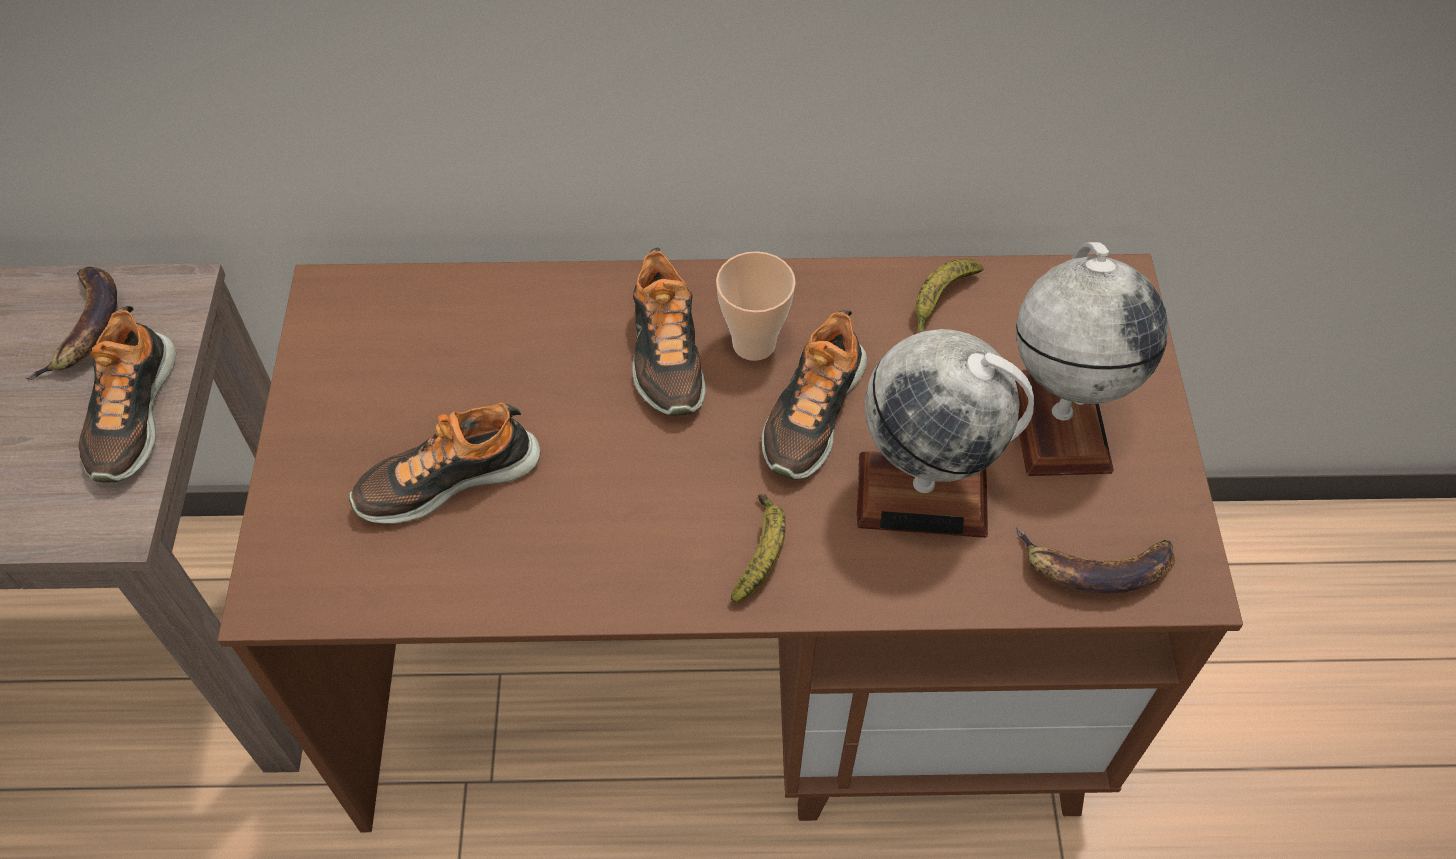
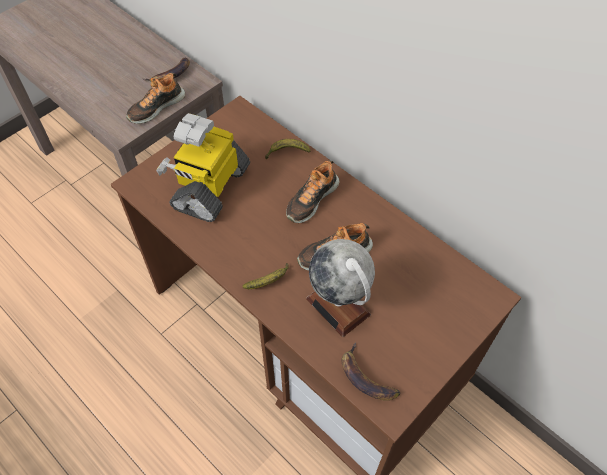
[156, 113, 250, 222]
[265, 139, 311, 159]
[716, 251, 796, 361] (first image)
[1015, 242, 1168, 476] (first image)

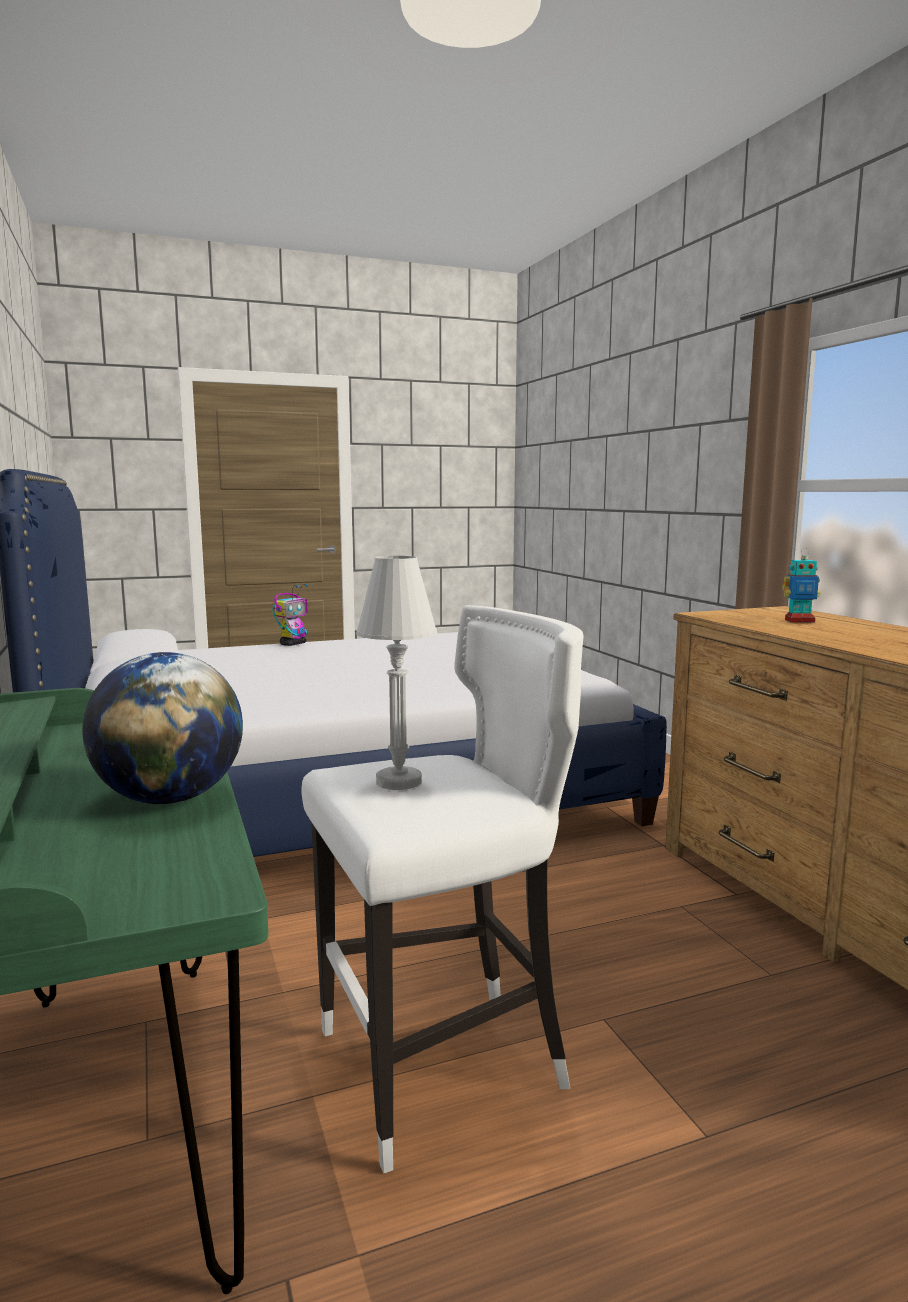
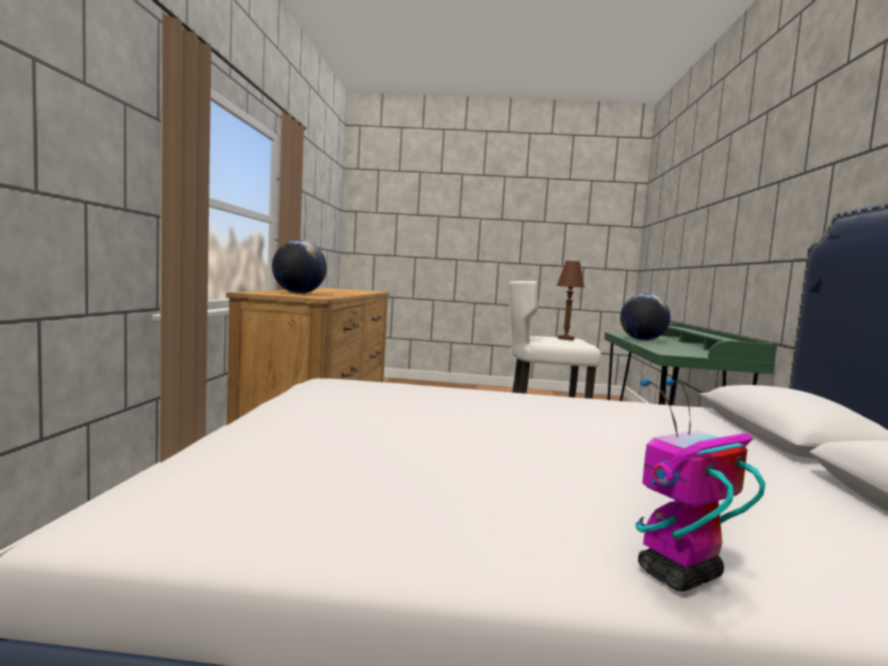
[272, 240, 327, 294]
[557, 261, 585, 340]

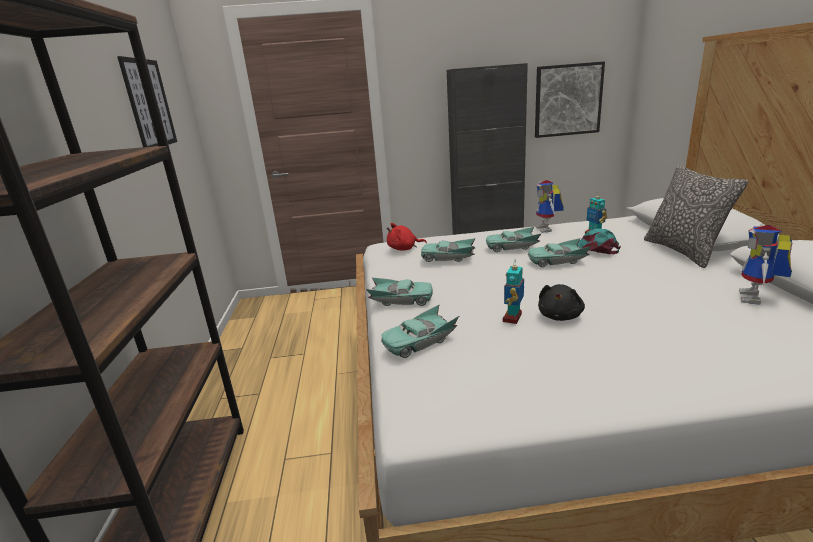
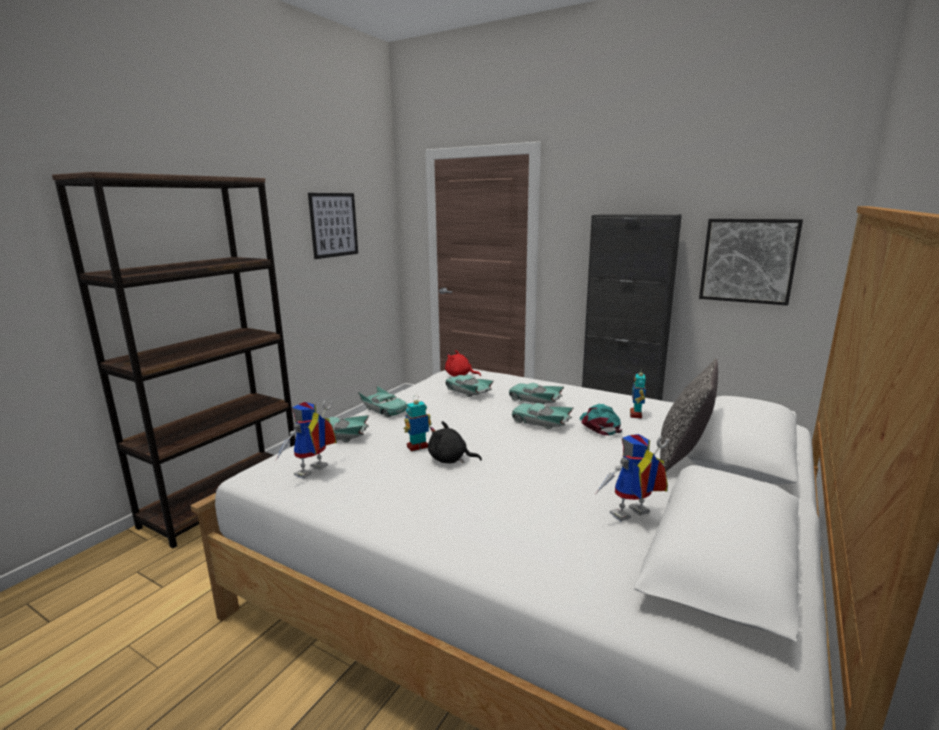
[276, 400, 337, 478]
[428, 421, 482, 464]

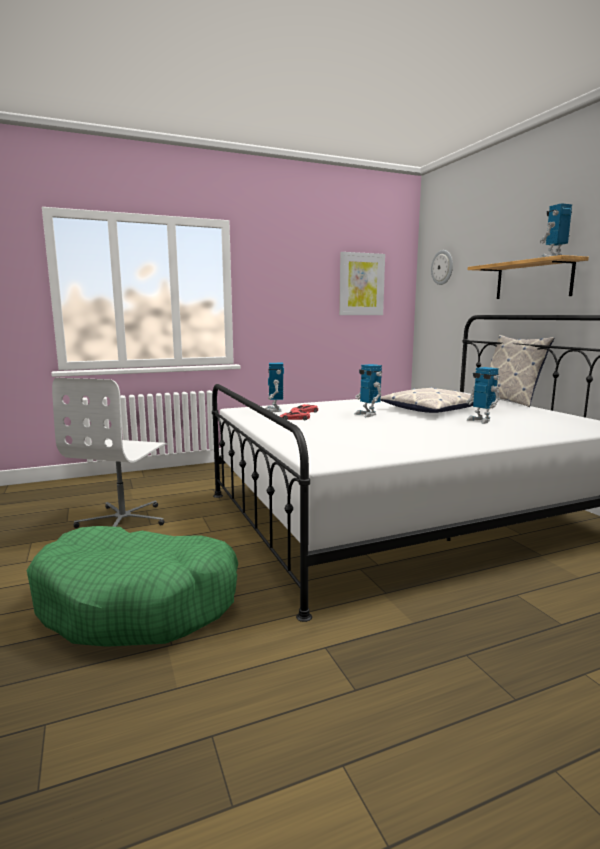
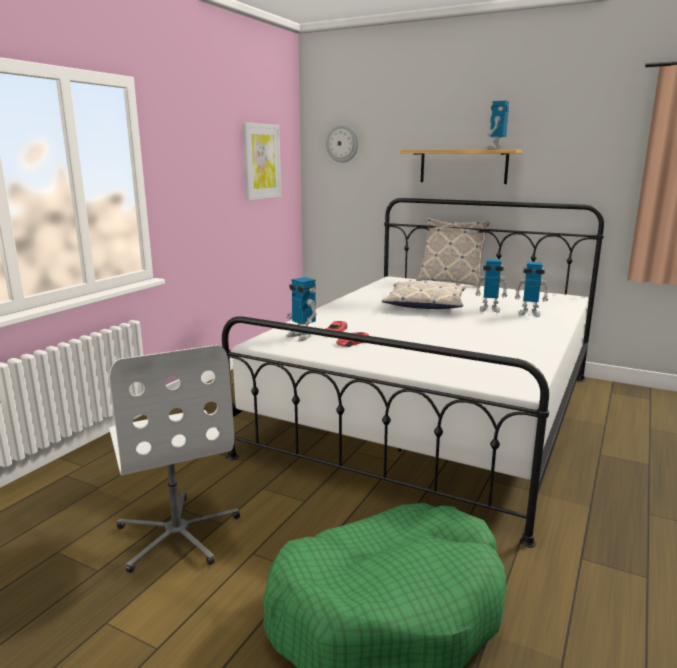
[515, 261, 549, 317]

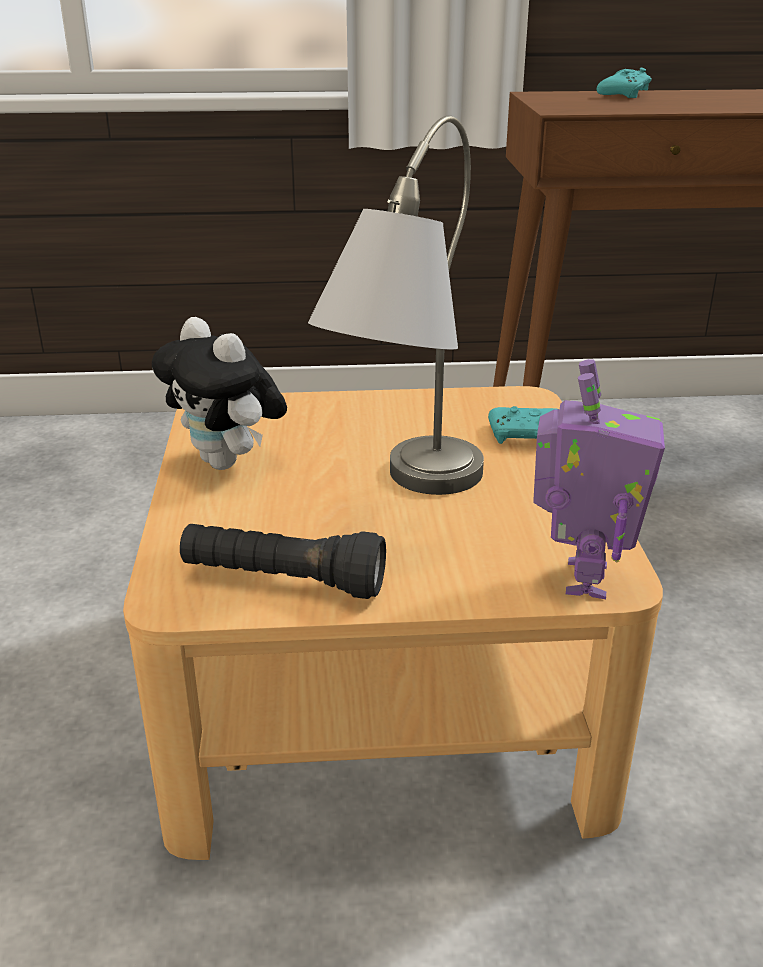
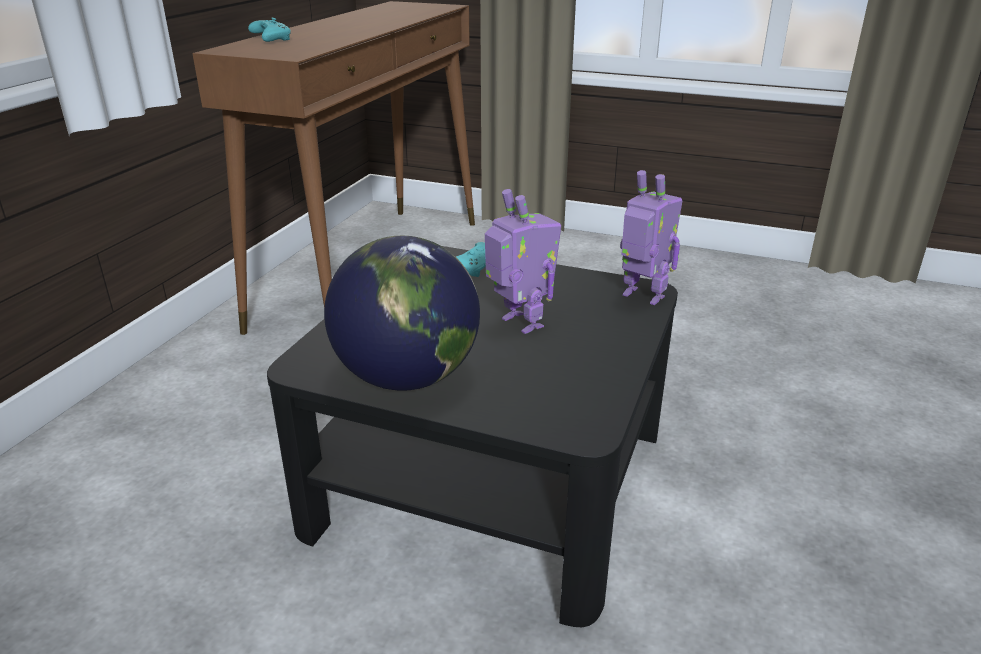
[267, 246, 678, 627]
[324, 236, 480, 391]
[485, 189, 561, 334]
[180, 524, 386, 599] (first image)

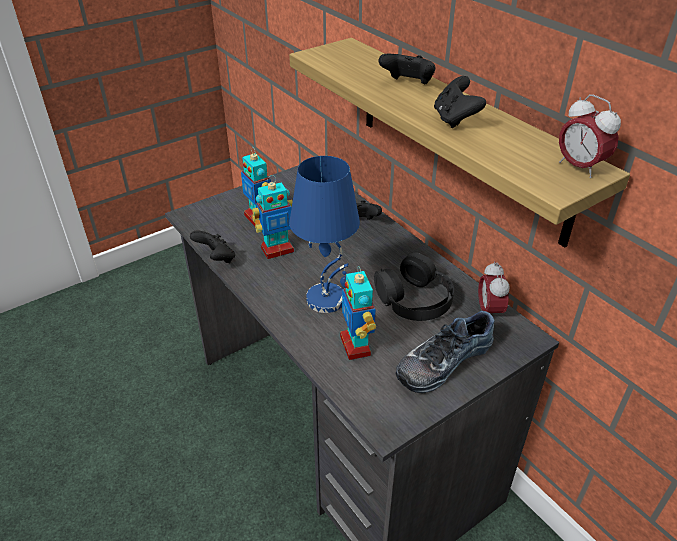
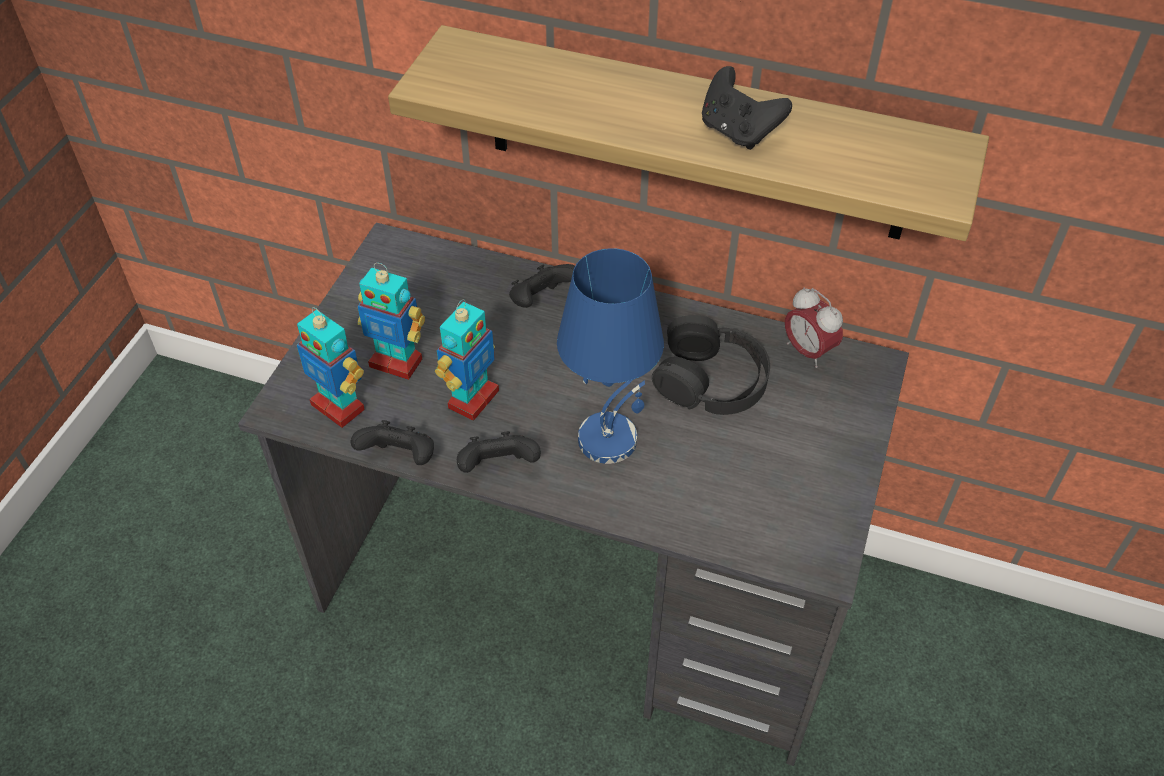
[297, 307, 365, 428]
[457, 431, 541, 473]
[396, 311, 495, 393] (first image)
[559, 94, 621, 178] (first image)

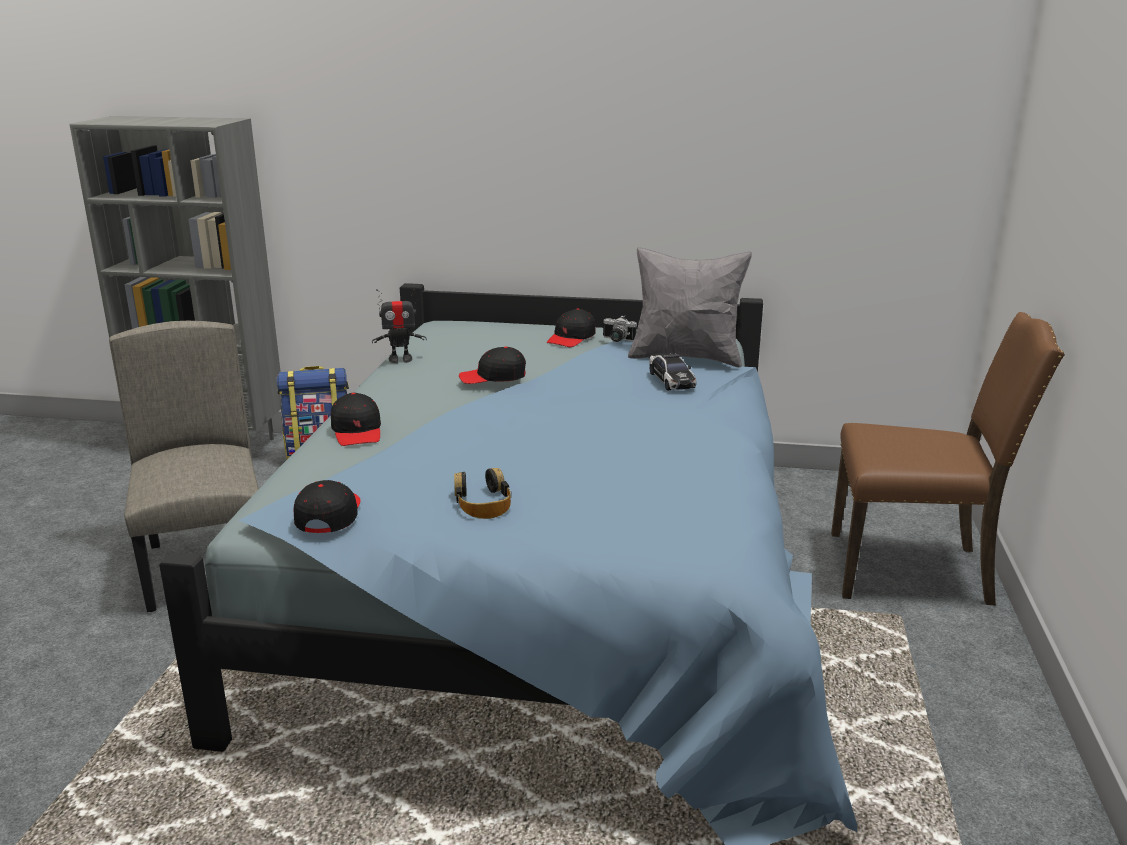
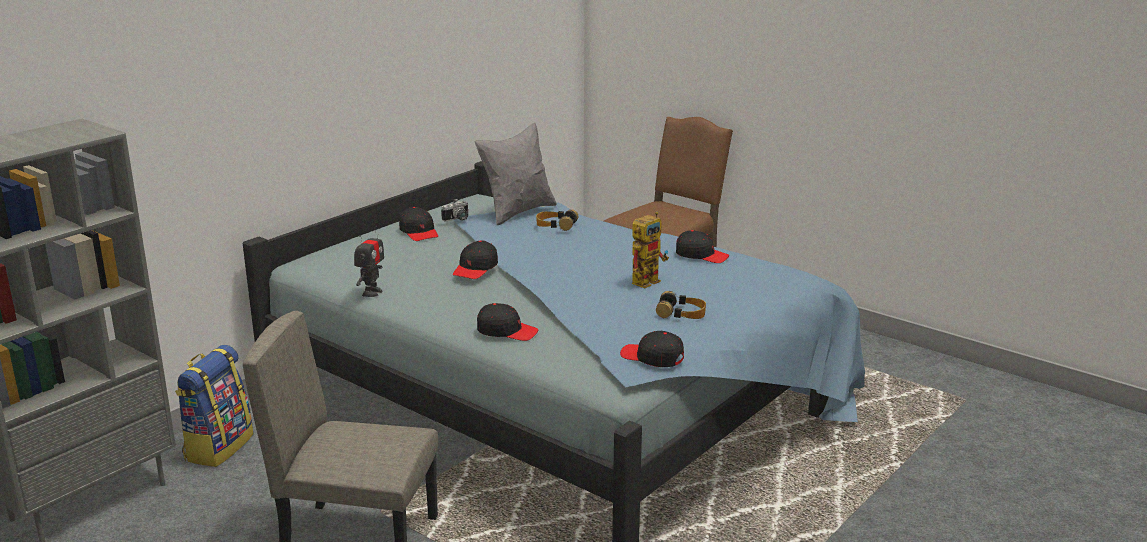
[536, 209, 578, 231]
[632, 212, 669, 288]
[676, 230, 729, 263]

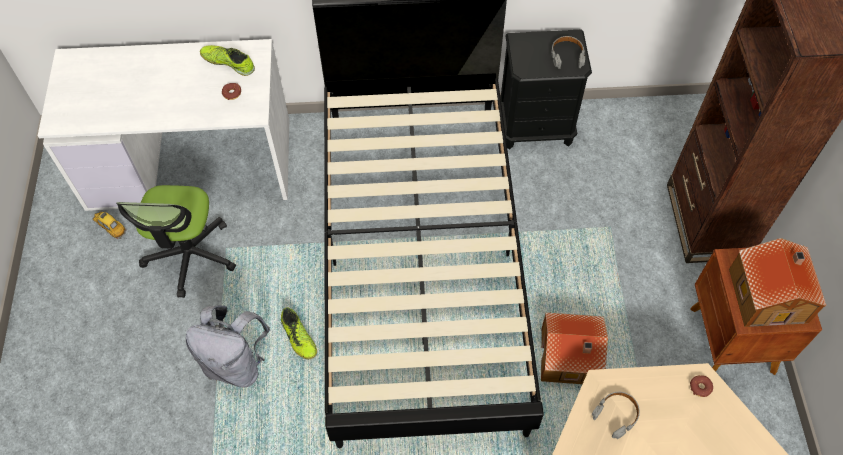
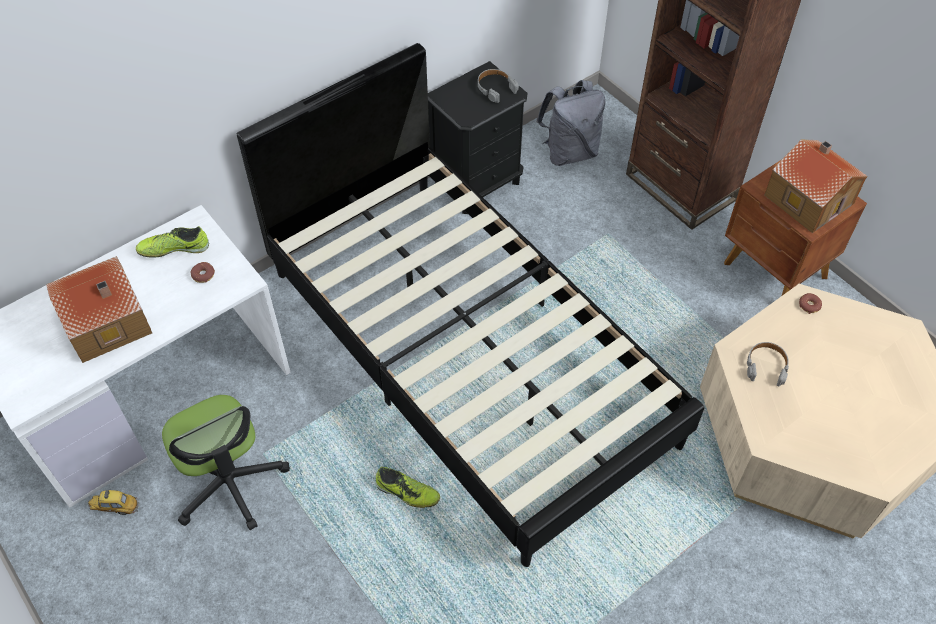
[46, 256, 152, 363]
[536, 80, 605, 166]

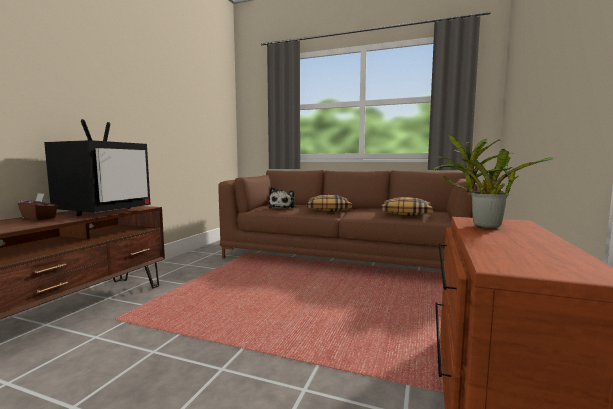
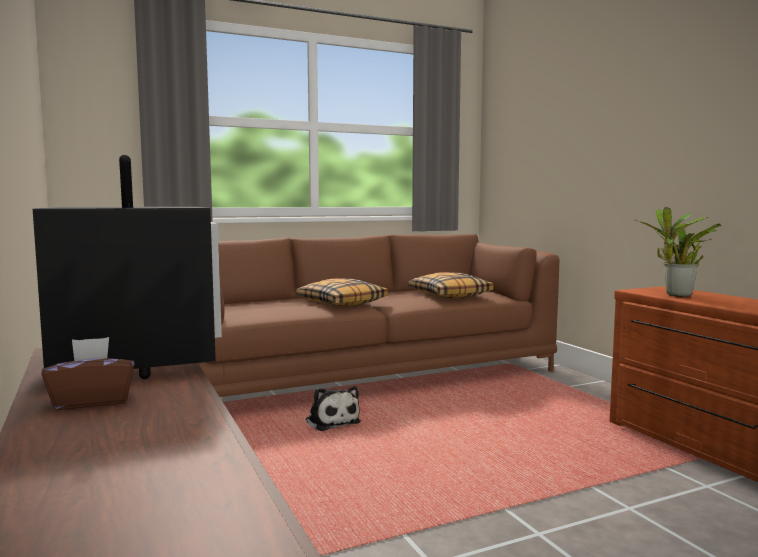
[306, 386, 361, 431]

